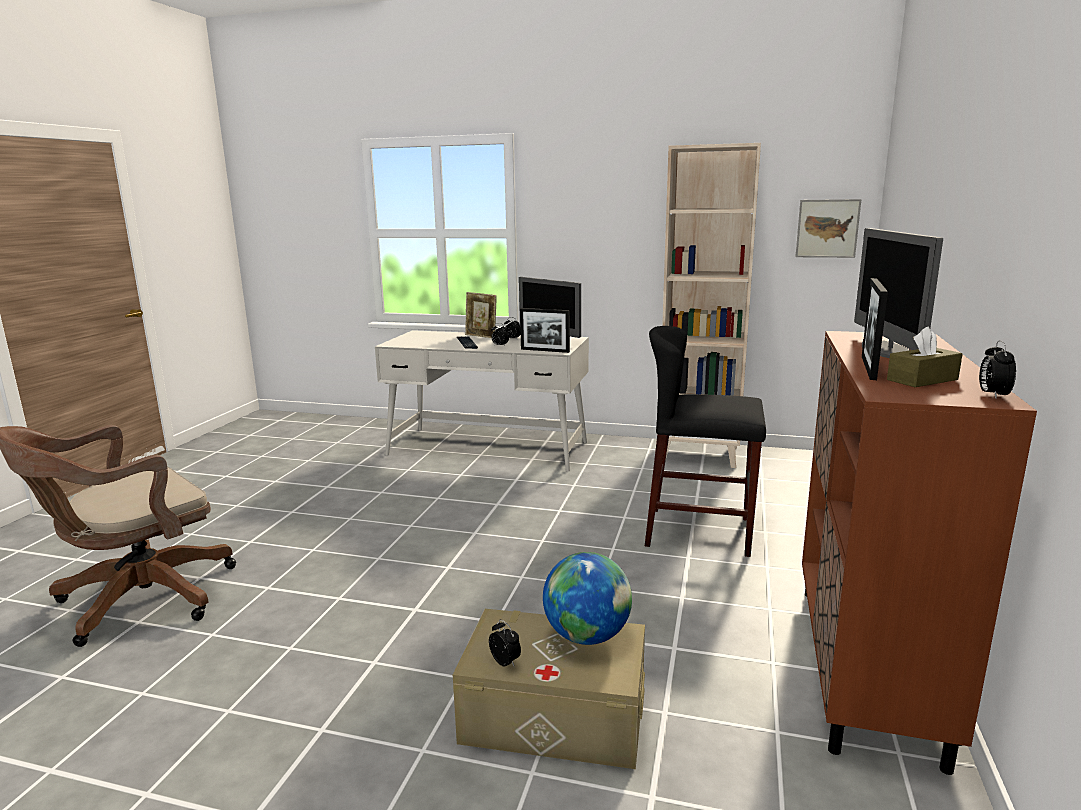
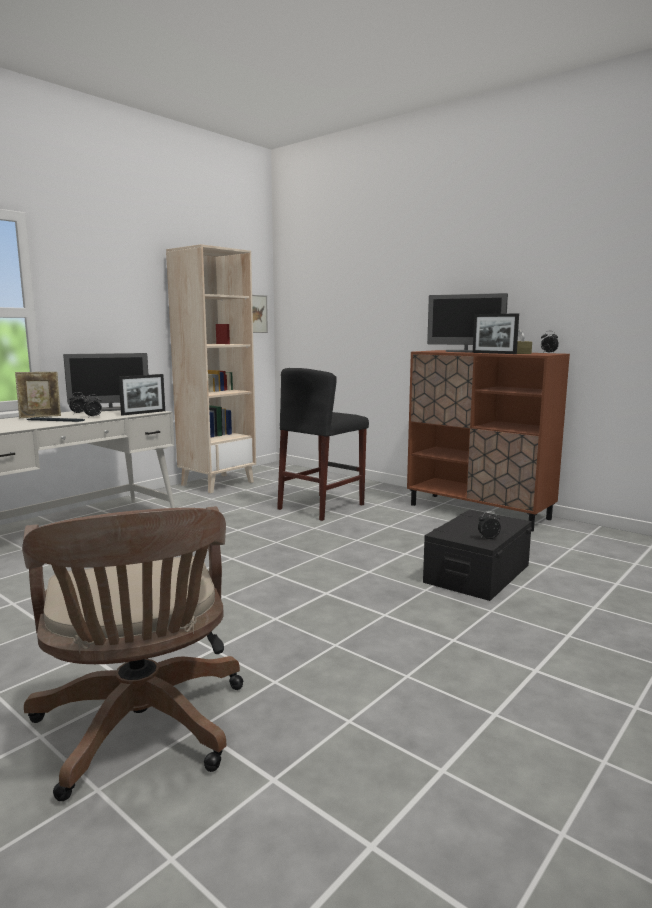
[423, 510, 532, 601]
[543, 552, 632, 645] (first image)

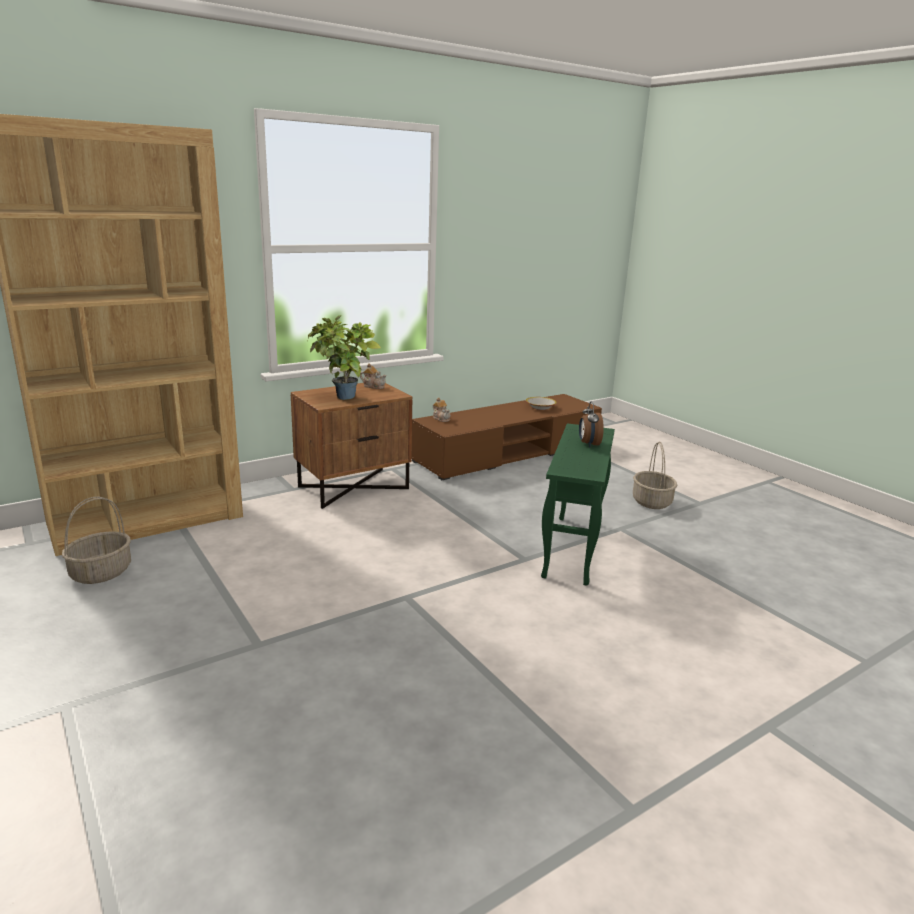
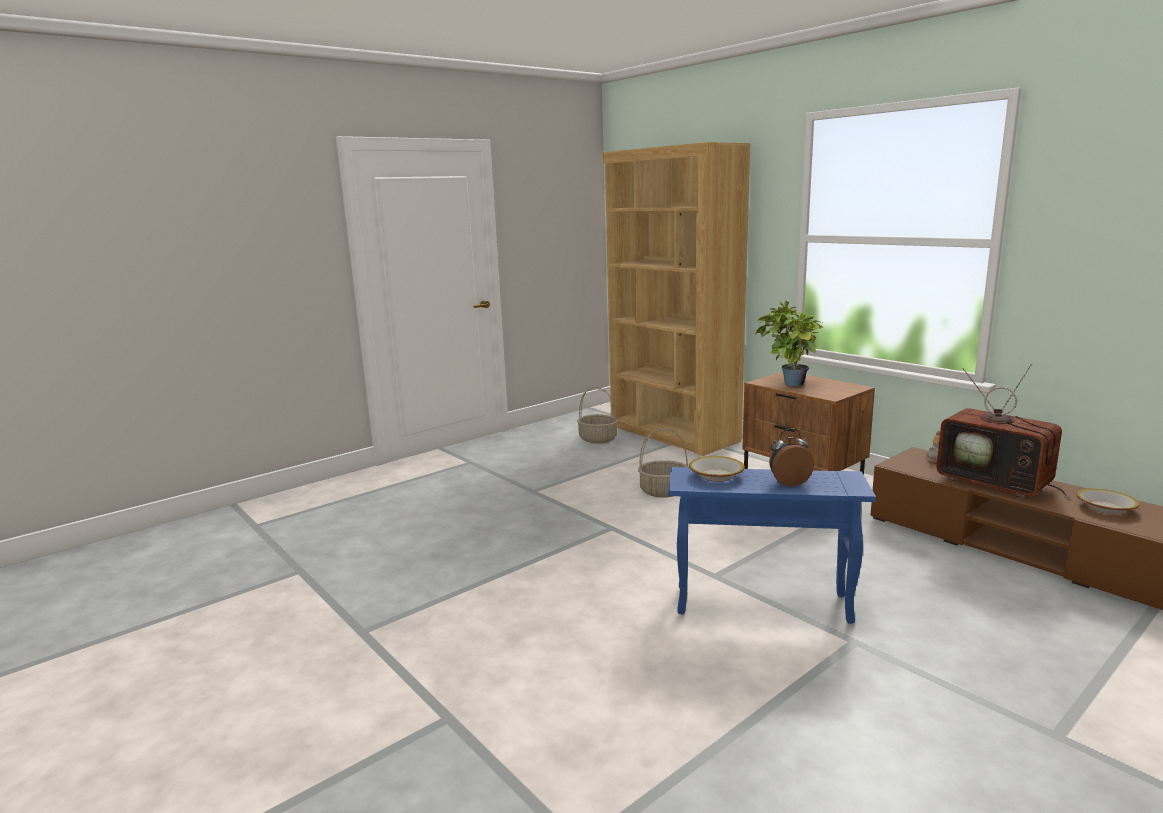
[638, 429, 688, 498]
[669, 467, 876, 624]
[689, 456, 745, 482]
[937, 364, 1070, 499]
[360, 363, 386, 389] (first image)

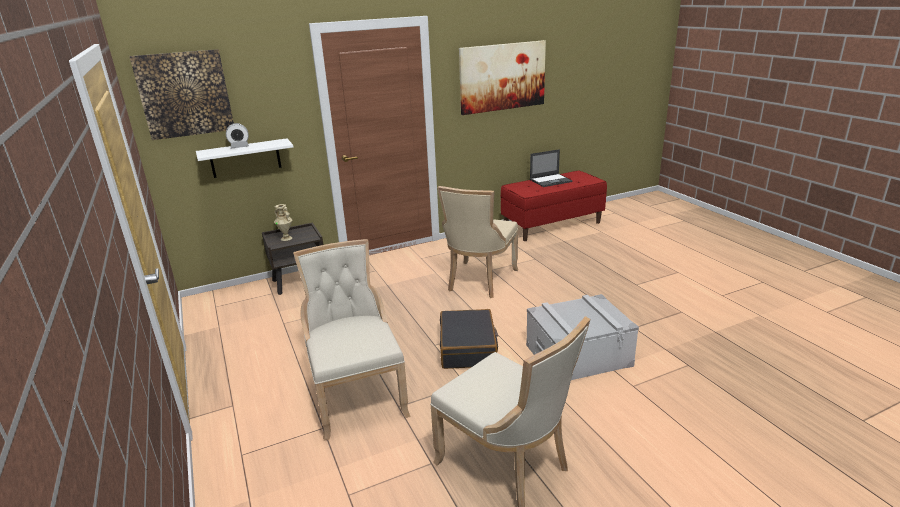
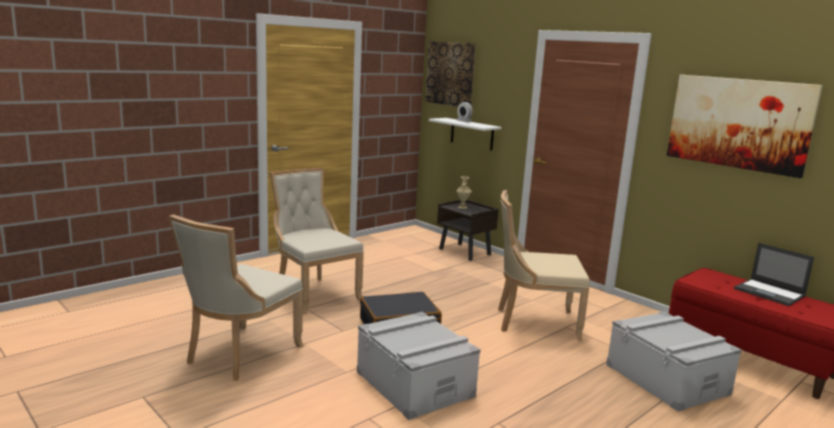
[270, 168, 364, 315]
[606, 312, 742, 412]

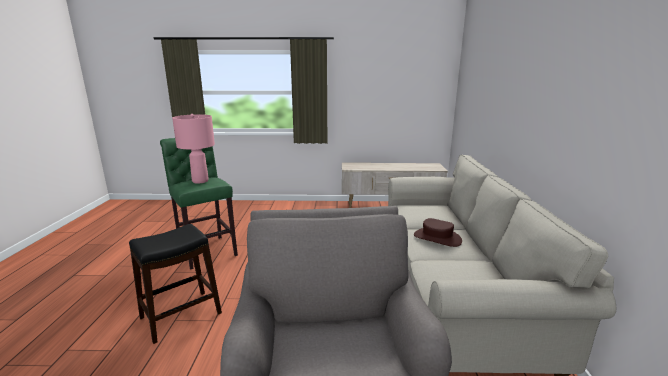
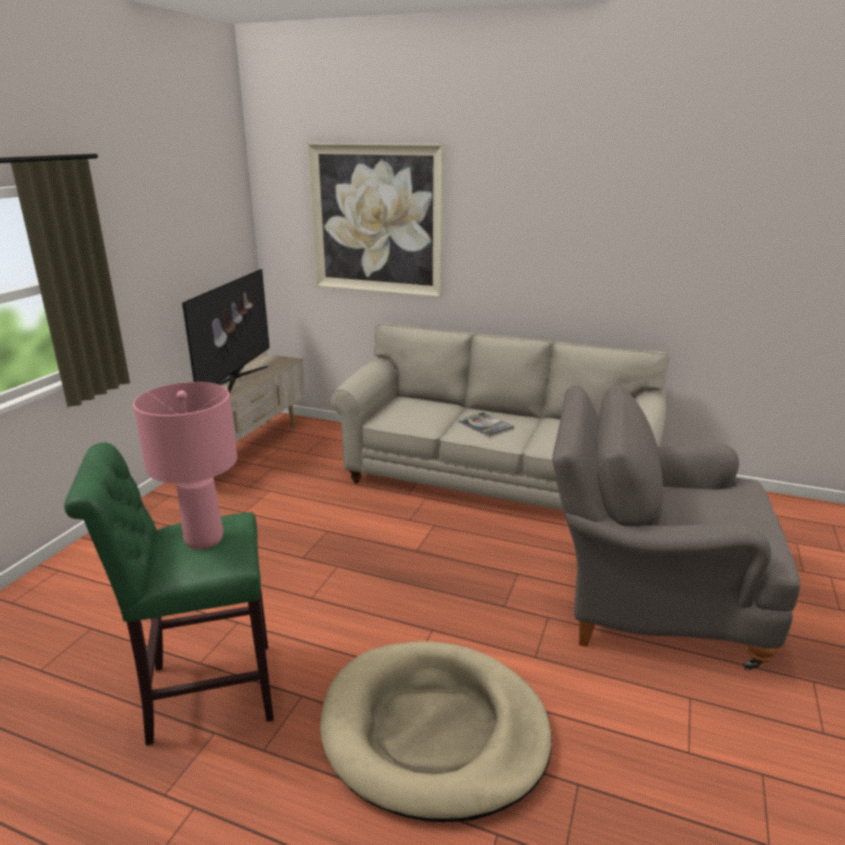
[182, 269, 270, 394]
[307, 143, 445, 298]
[320, 641, 552, 823]
[458, 412, 514, 437]

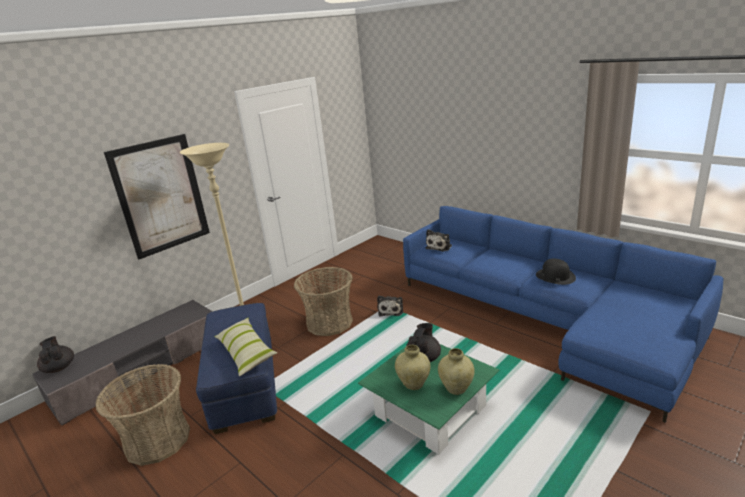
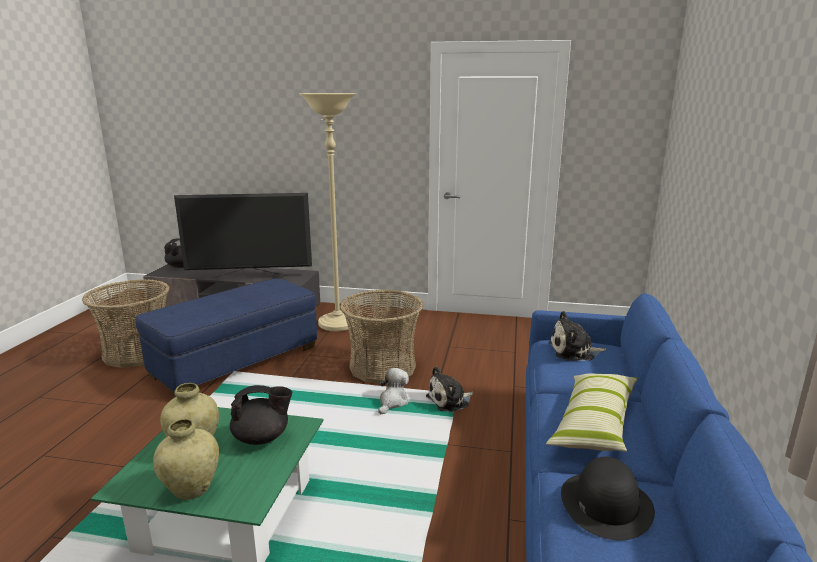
[174, 193, 312, 279]
[378, 368, 409, 414]
[546, 374, 638, 452]
[104, 134, 210, 260] (first image)

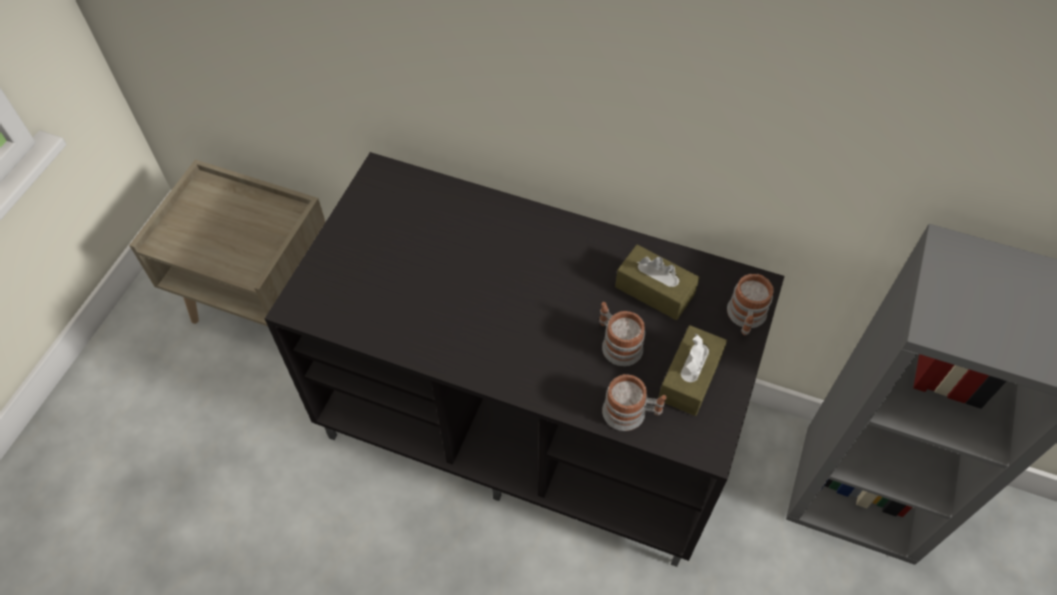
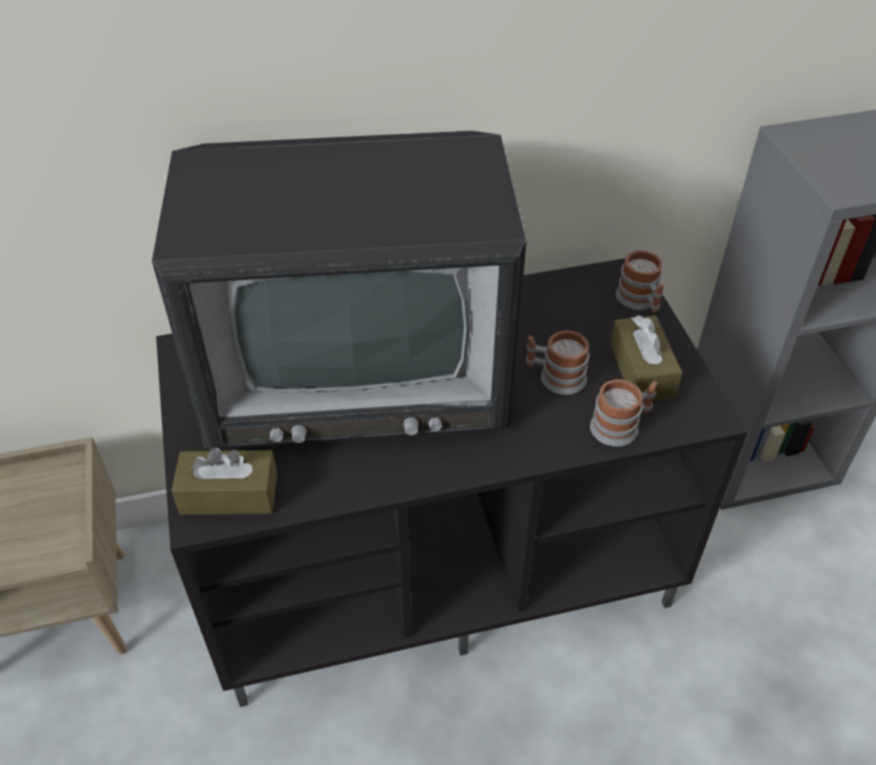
[152, 131, 527, 449]
[171, 447, 277, 515]

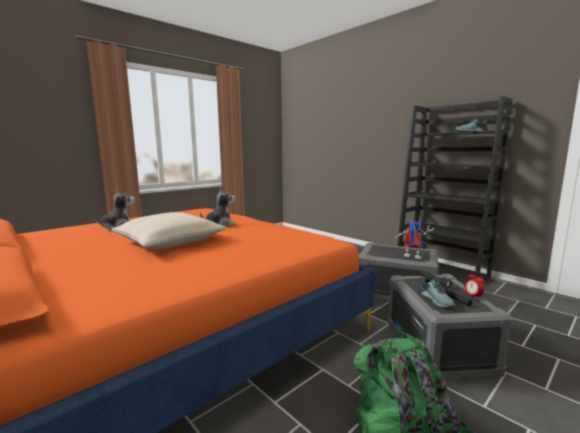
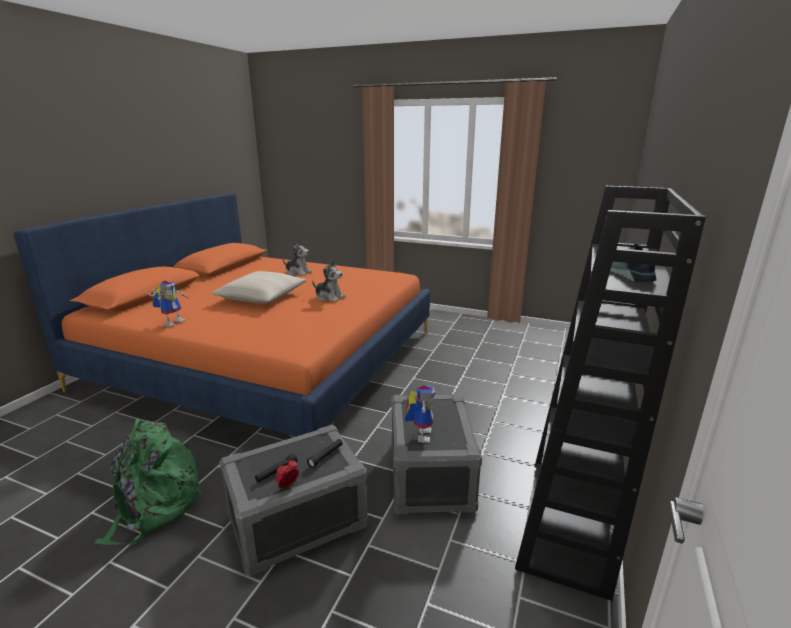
[148, 281, 190, 327]
[419, 275, 455, 307] (first image)

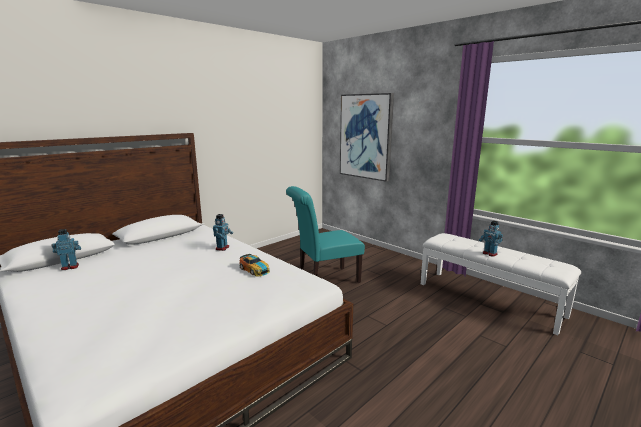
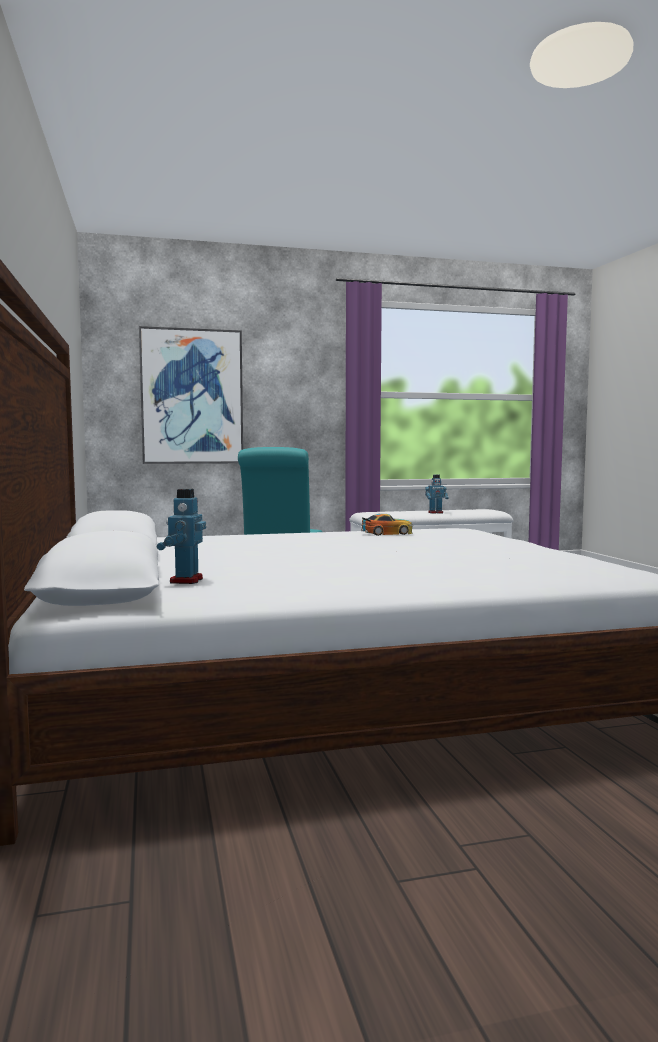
[213, 214, 233, 251] (first image)

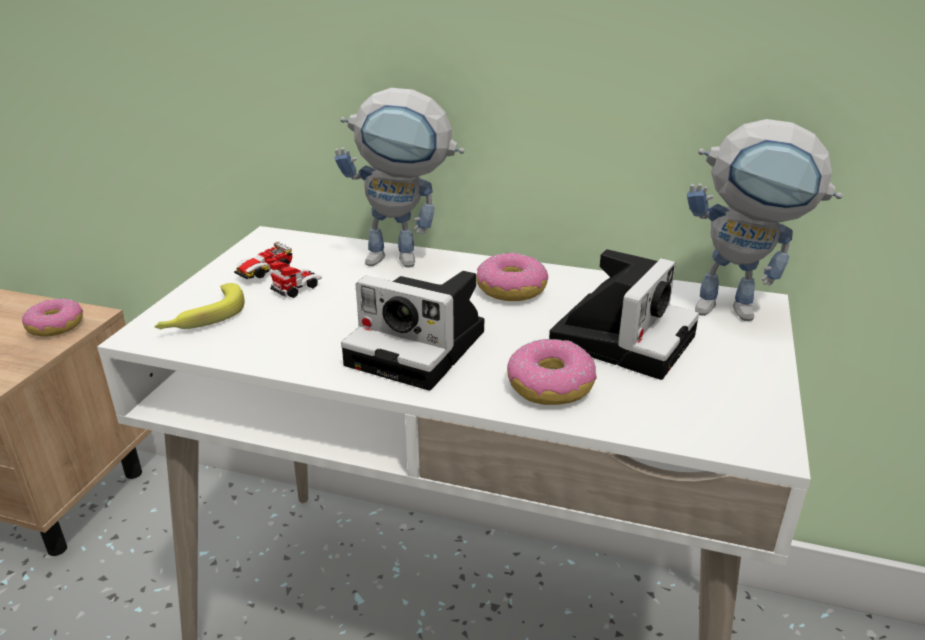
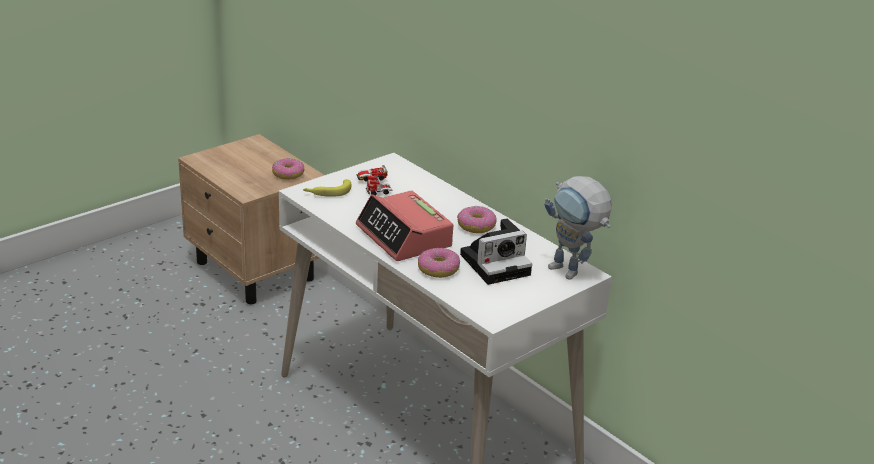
[356, 190, 453, 261]
[334, 88, 464, 268] (first image)

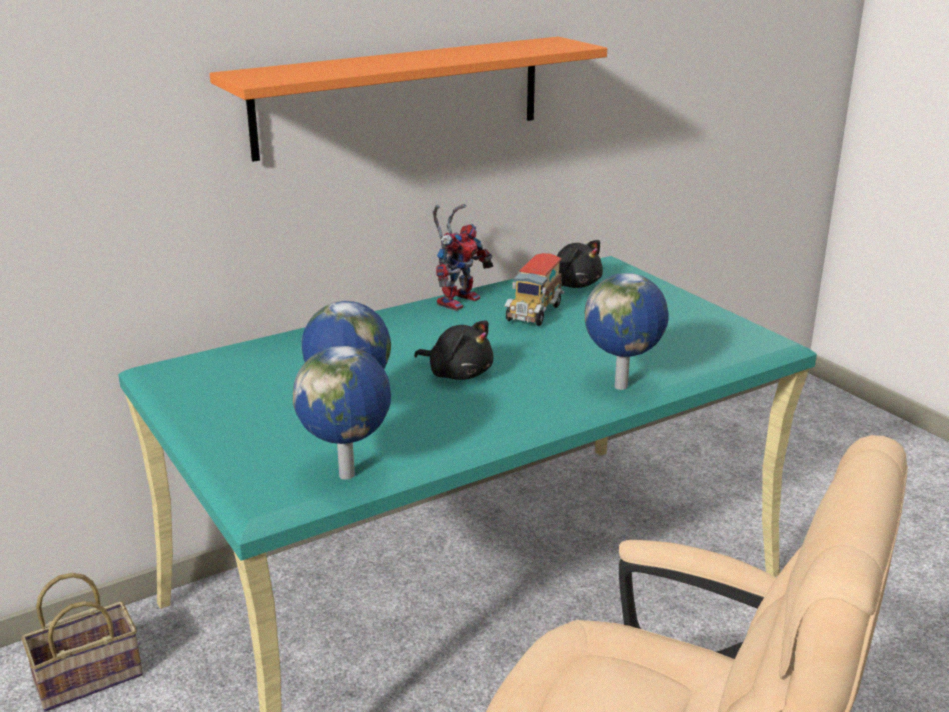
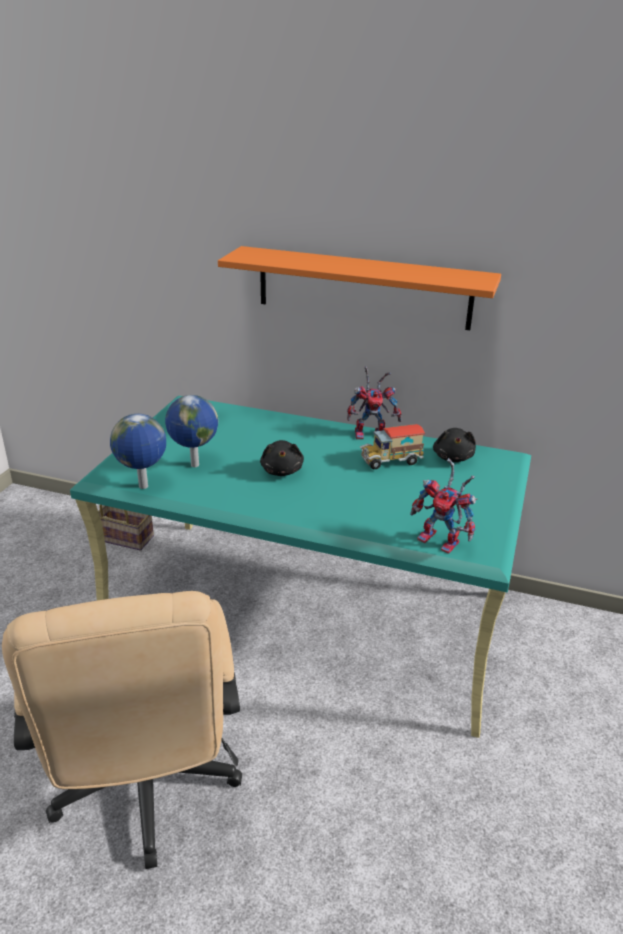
[410, 458, 478, 554]
[585, 273, 668, 390] (first image)

